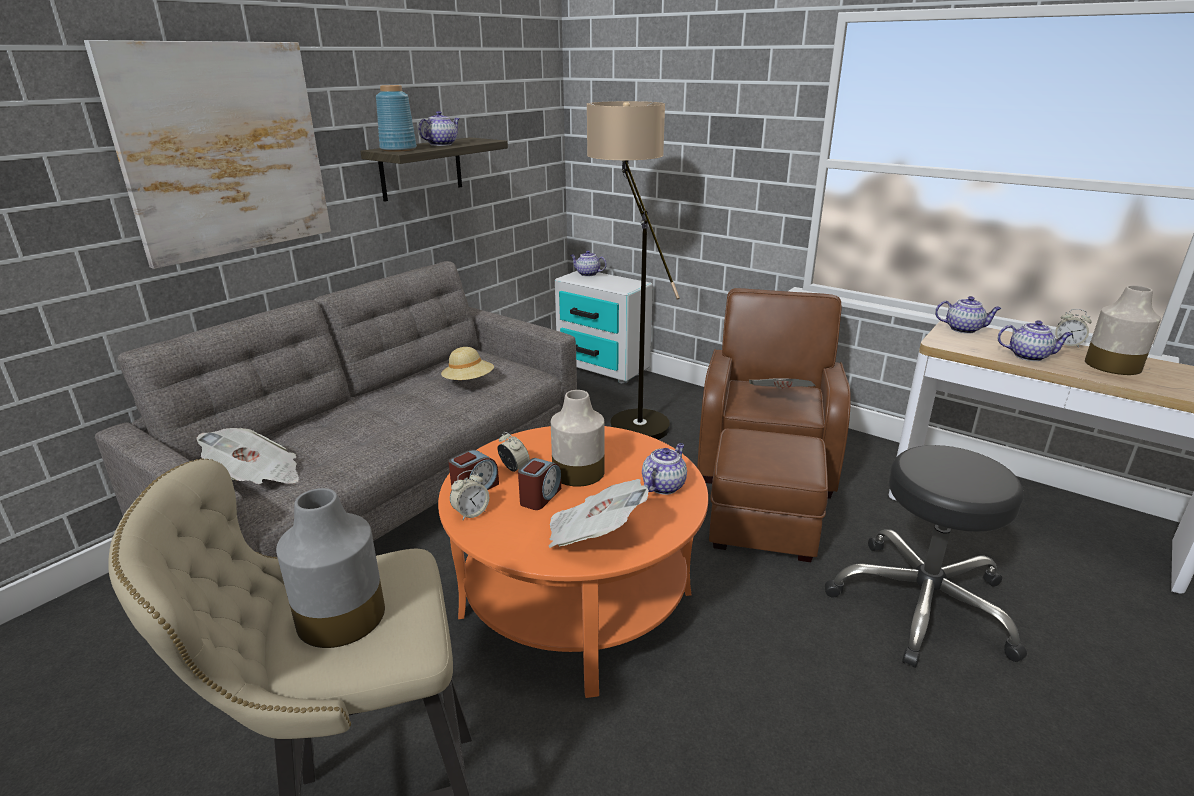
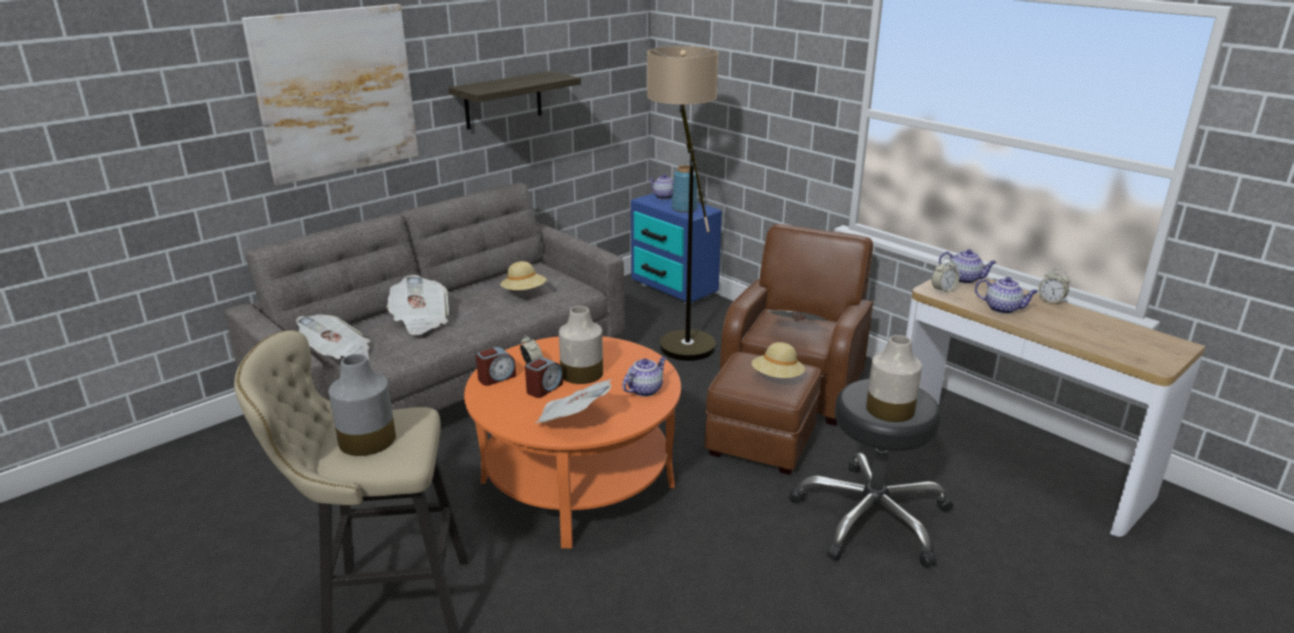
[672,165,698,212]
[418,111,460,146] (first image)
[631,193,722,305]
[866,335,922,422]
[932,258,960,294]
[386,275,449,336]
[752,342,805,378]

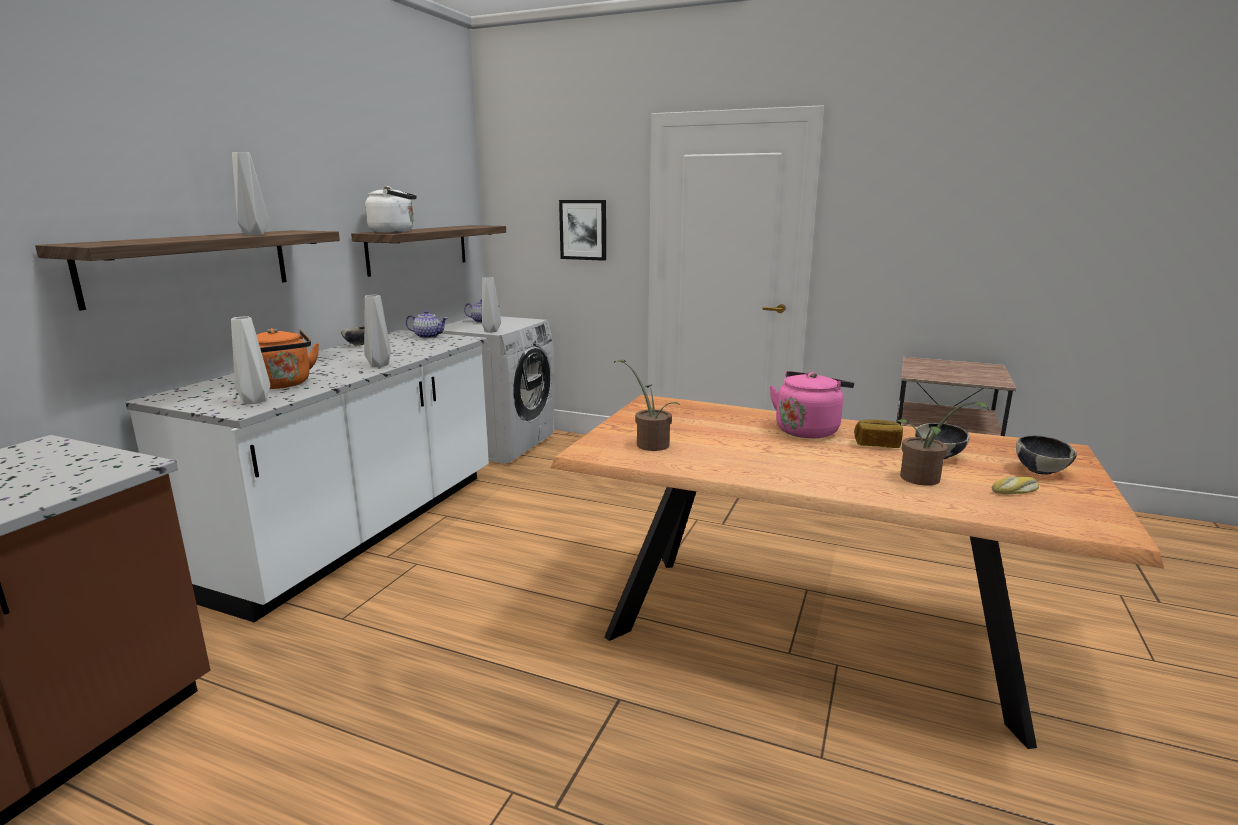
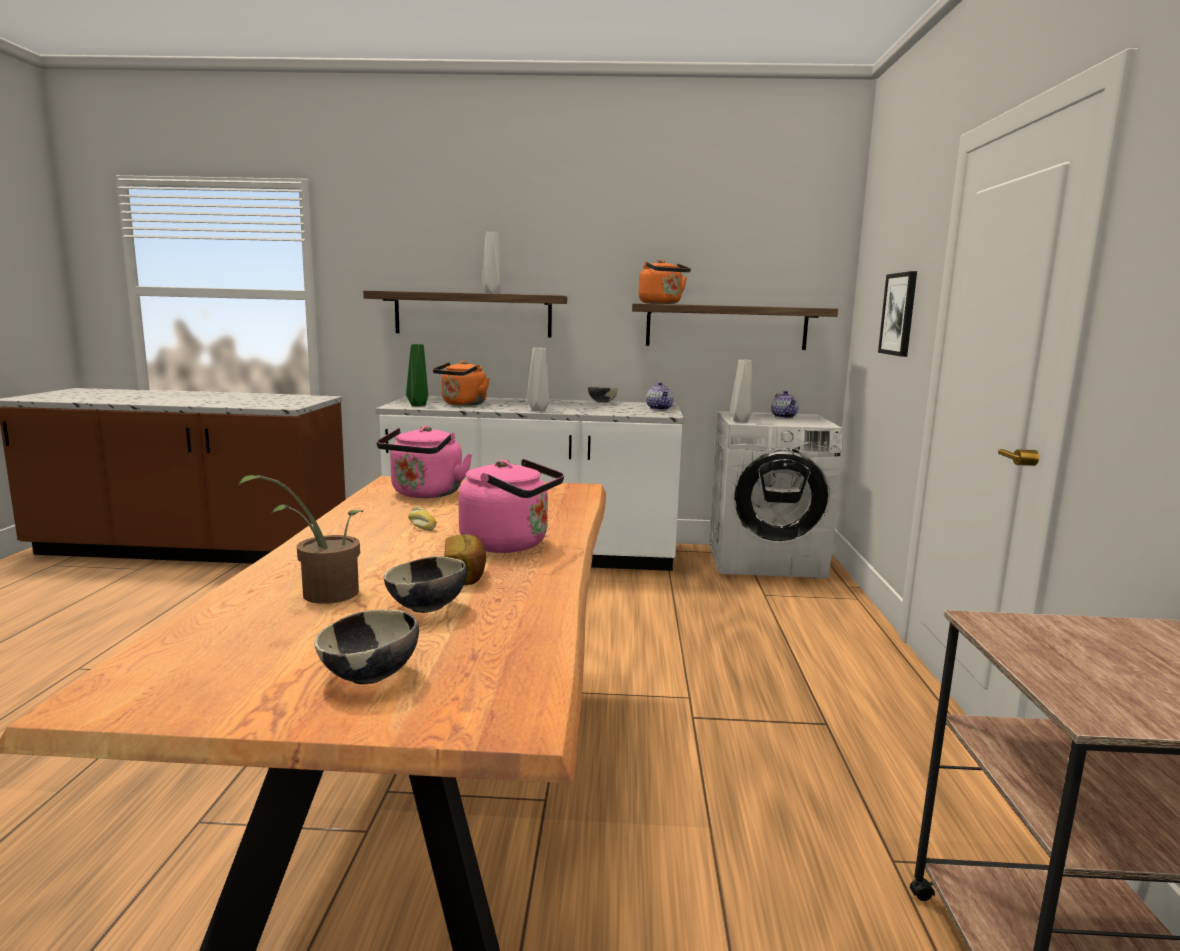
[638,260,691,304]
[406,344,428,406]
[377,426,473,498]
[408,506,437,531]

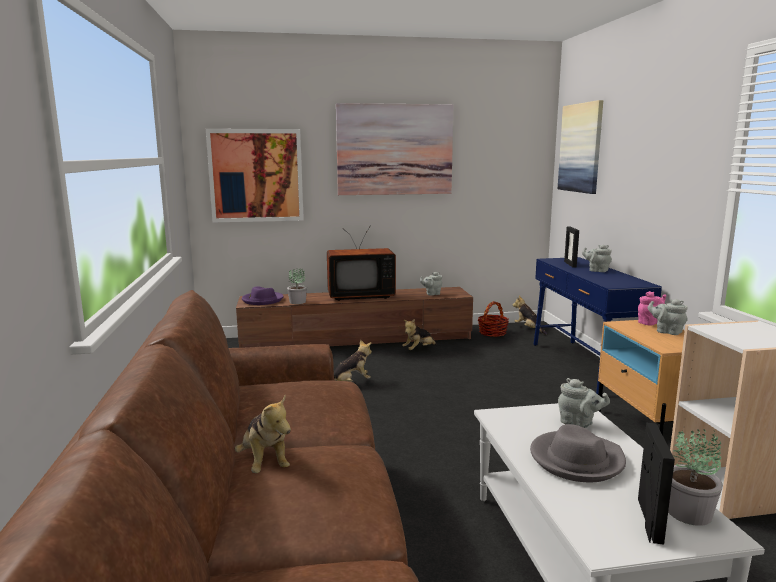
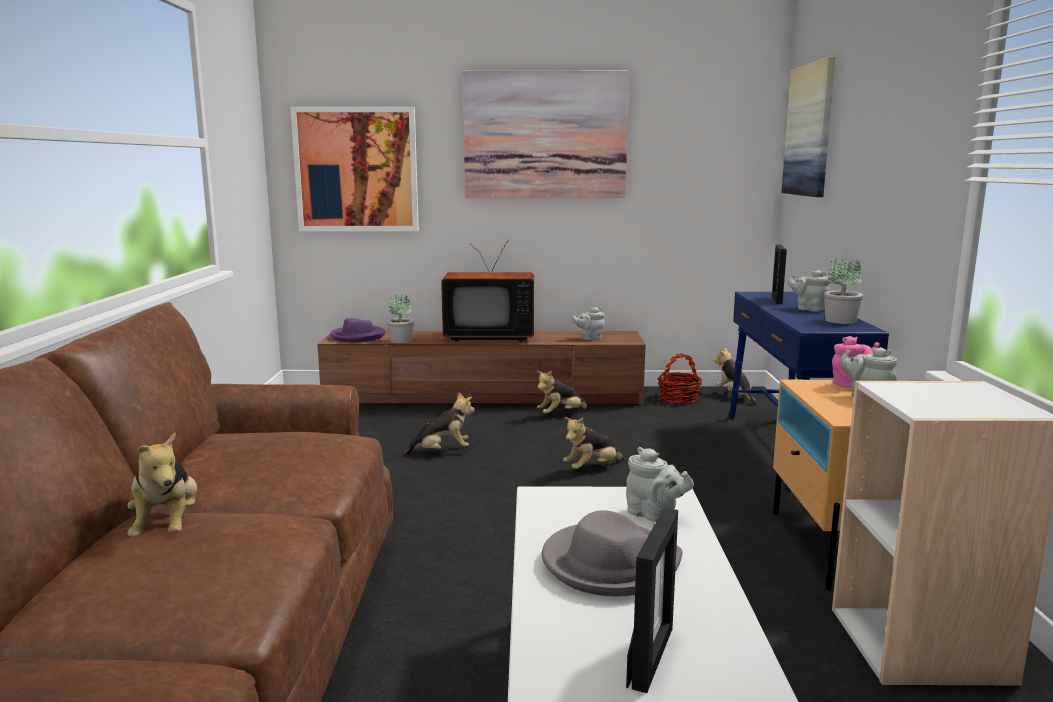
[824,258,863,324]
[563,417,624,469]

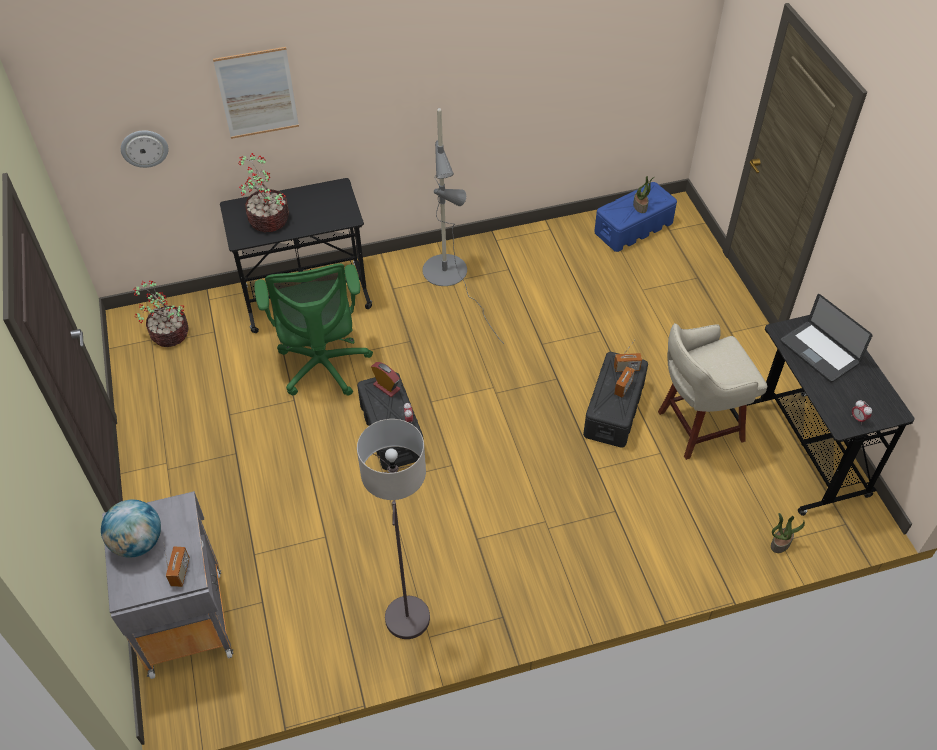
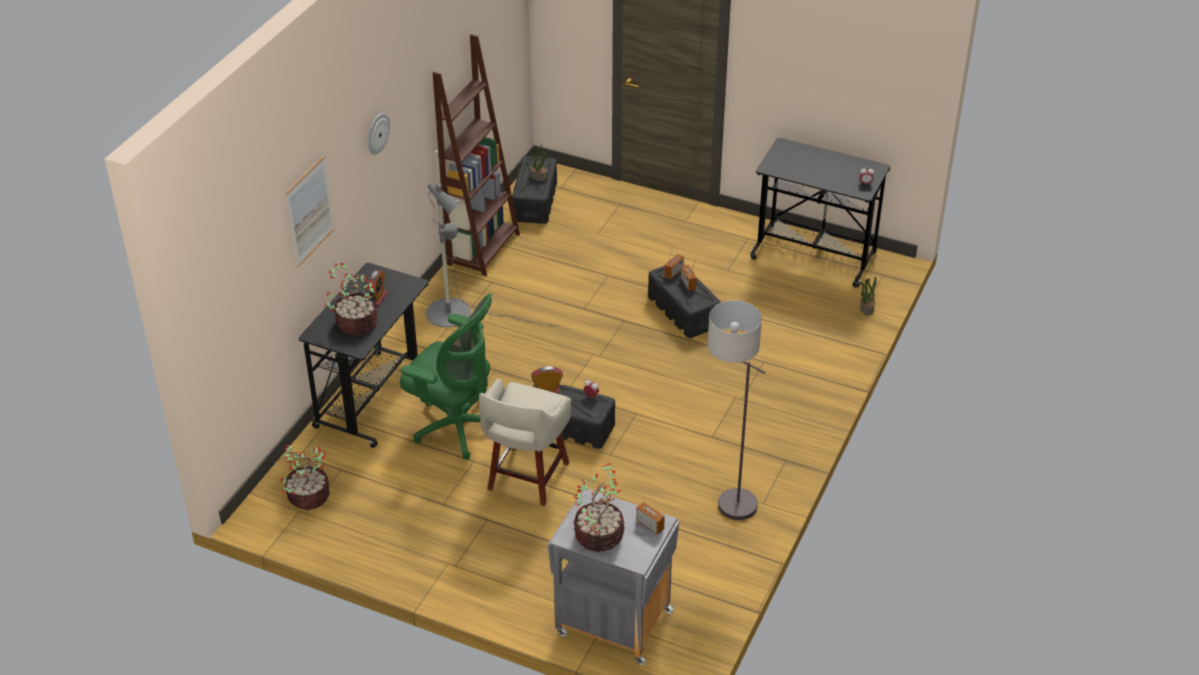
[367,113,390,155]
[512,156,557,224]
[780,294,872,383] (first image)
[479,378,571,506]
[573,463,624,552]
[433,34,520,276]
[366,270,388,306]

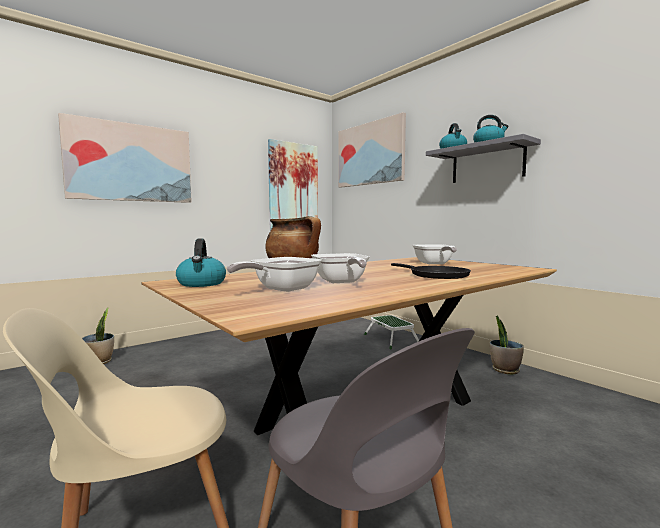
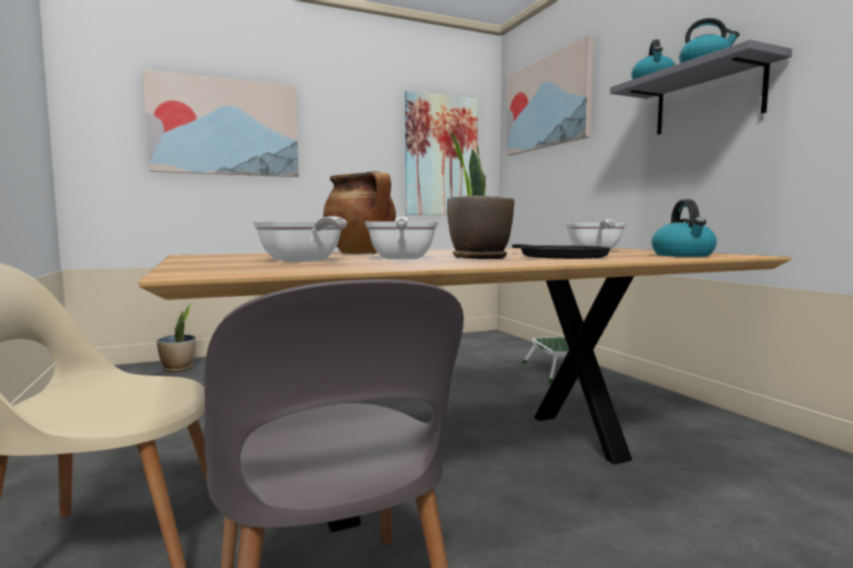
[651,199,717,257]
[253,217,347,262]
[447,132,515,259]

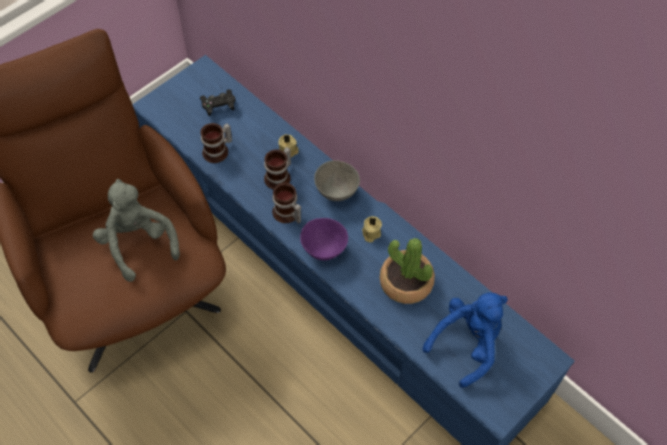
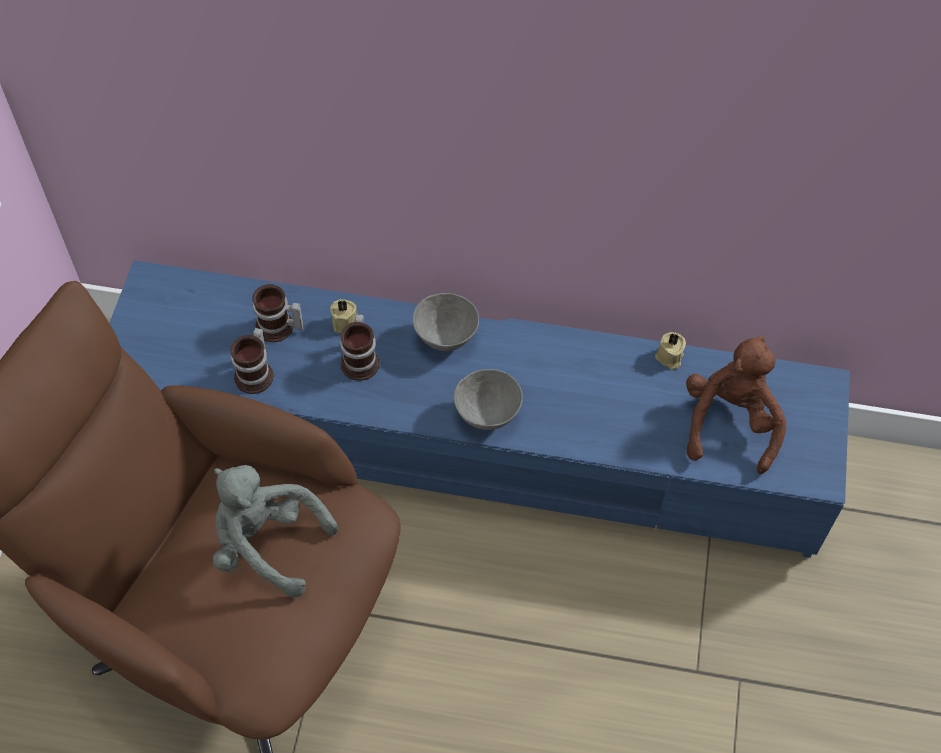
[200,89,235,116] (first image)
[252,284,304,342]
[655,332,686,370]
[454,369,523,430]
[380,238,435,304] (first image)
[686,335,786,474]

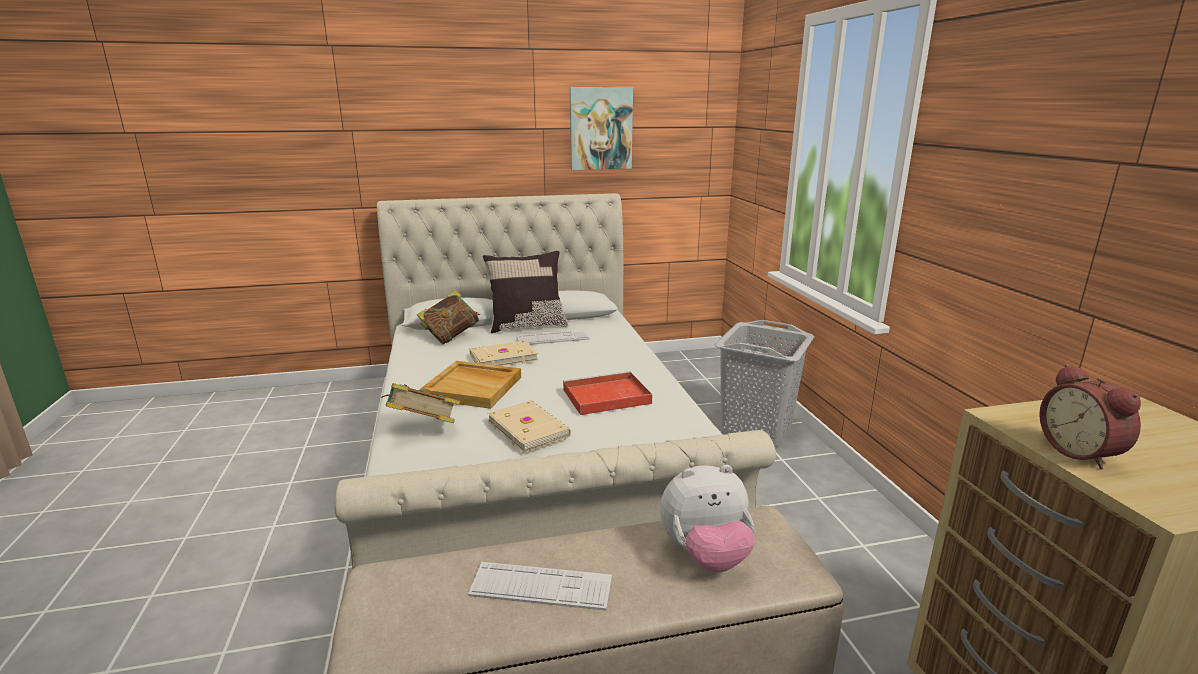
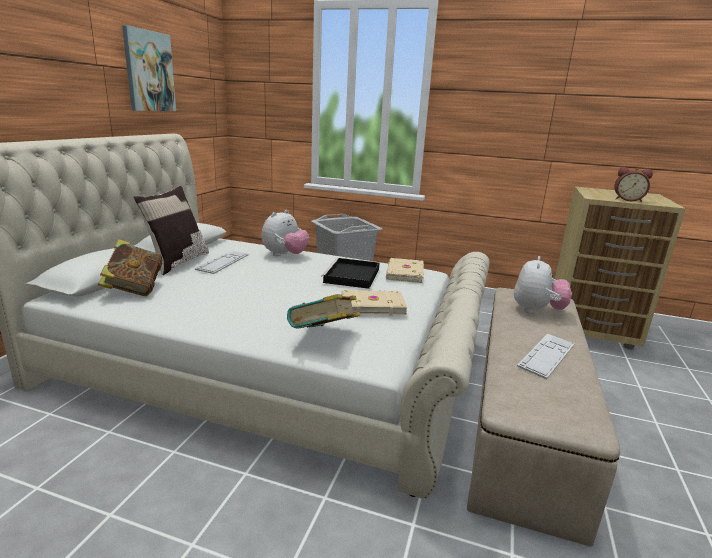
[386,258,424,283]
[419,361,521,409] (first image)
[321,258,379,289]
[262,210,309,256]

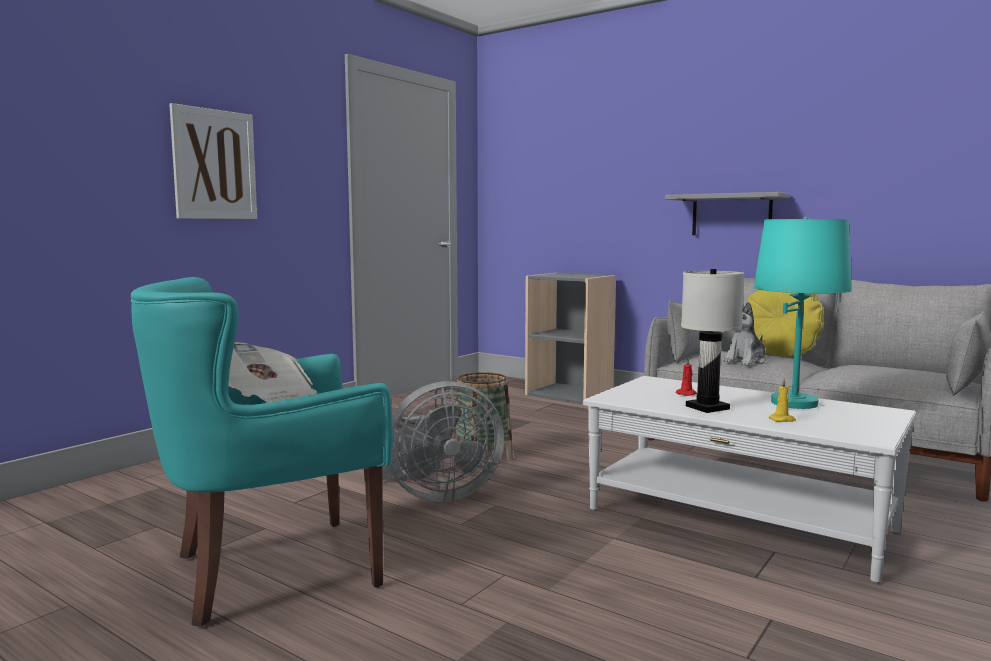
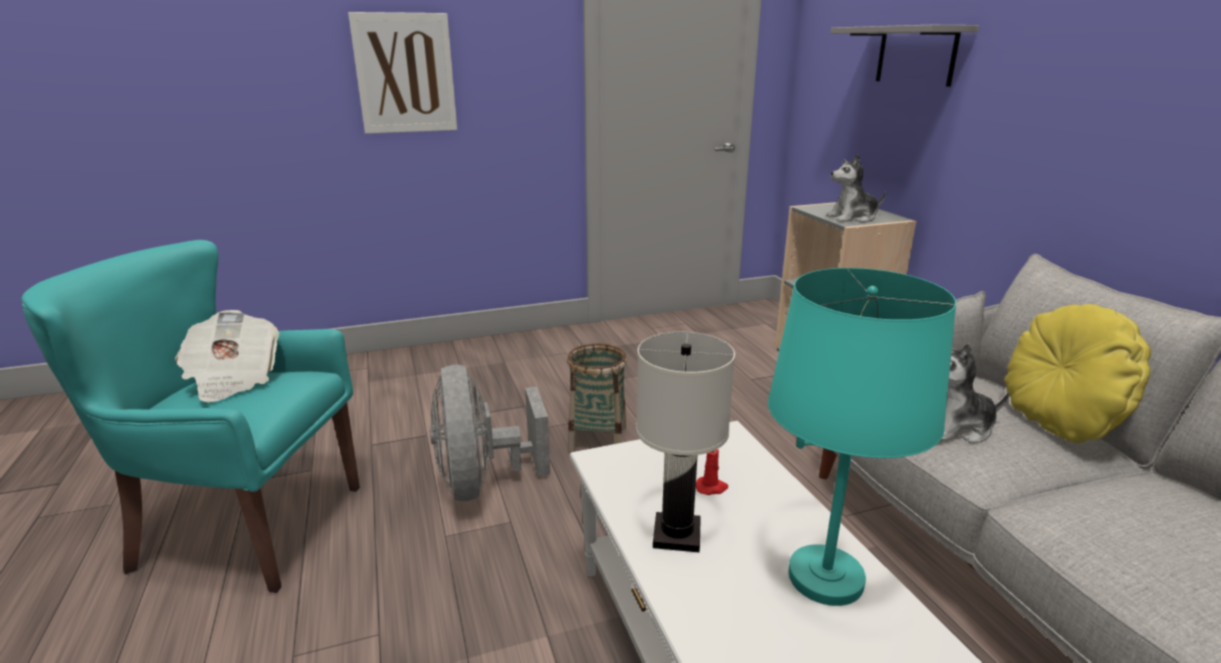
[830,25,979,87]
[769,378,796,422] (first image)
[430,365,550,501]
[826,154,886,223]

